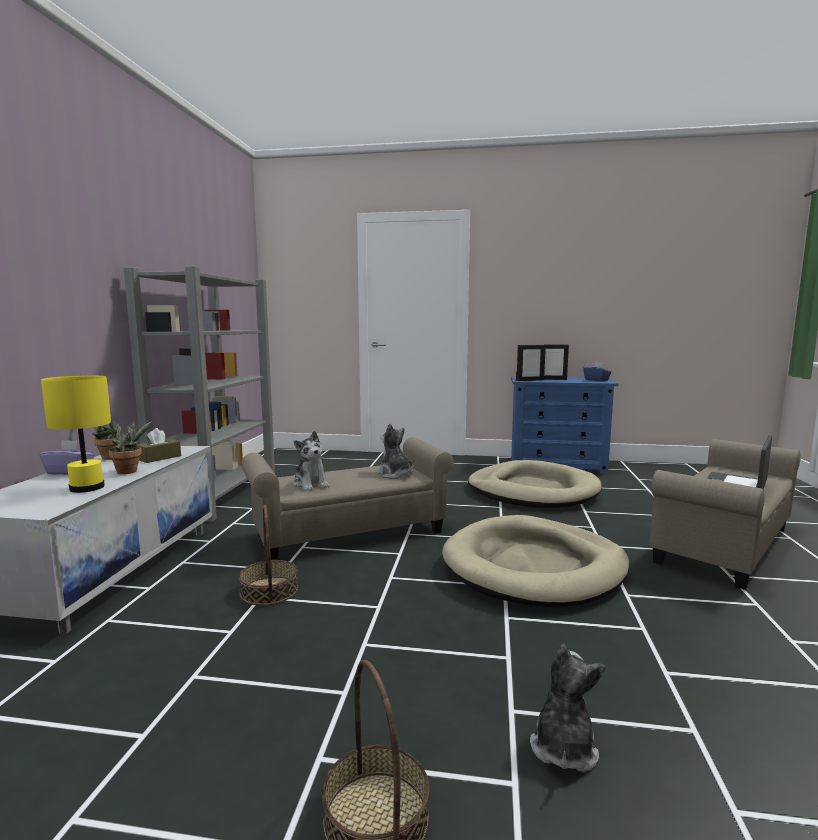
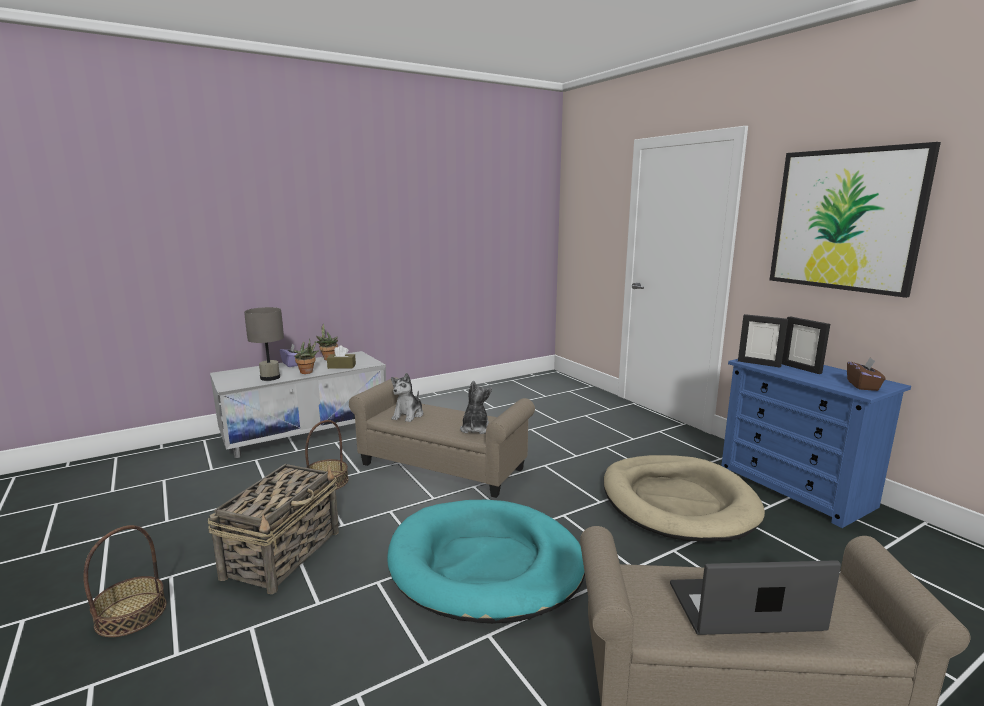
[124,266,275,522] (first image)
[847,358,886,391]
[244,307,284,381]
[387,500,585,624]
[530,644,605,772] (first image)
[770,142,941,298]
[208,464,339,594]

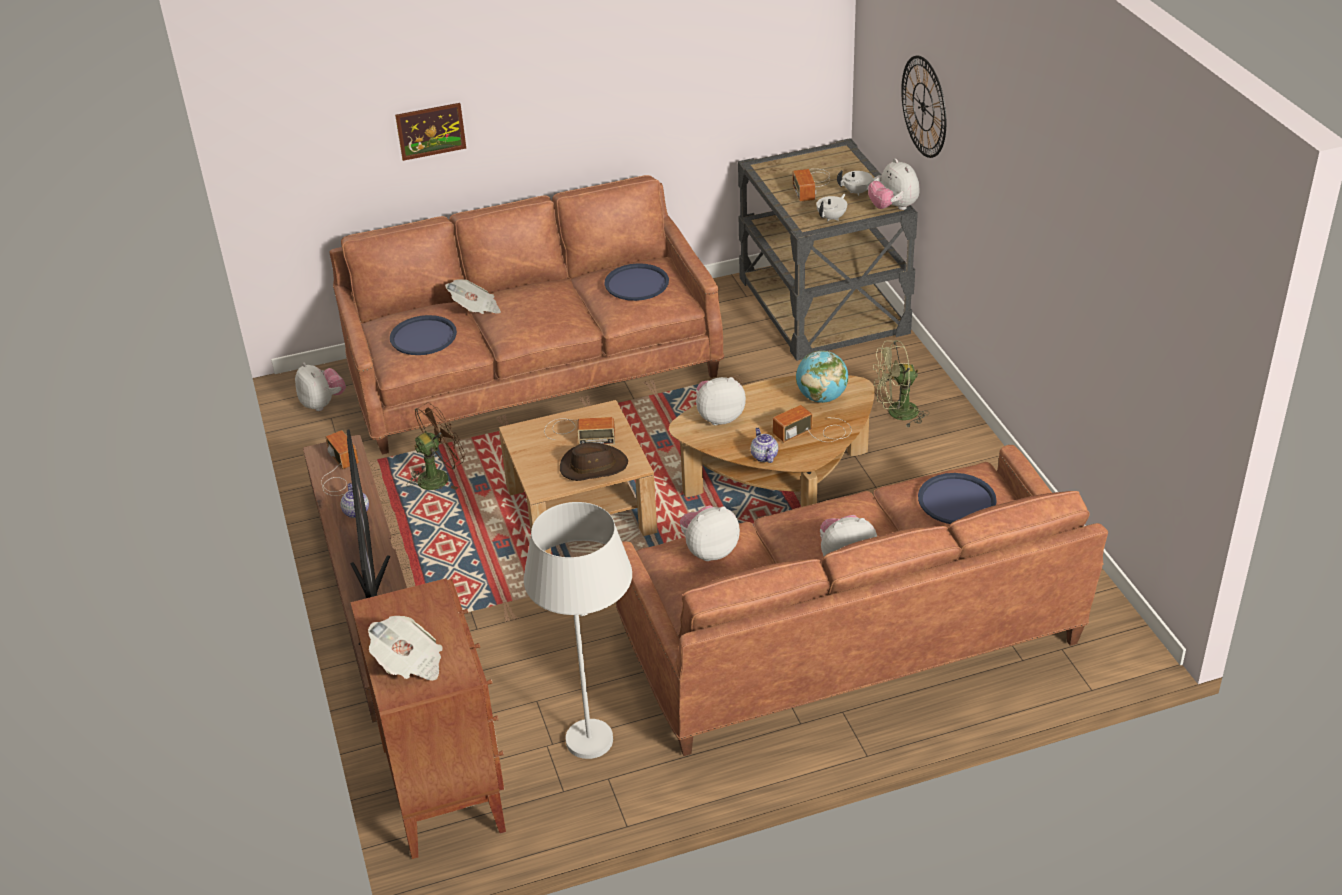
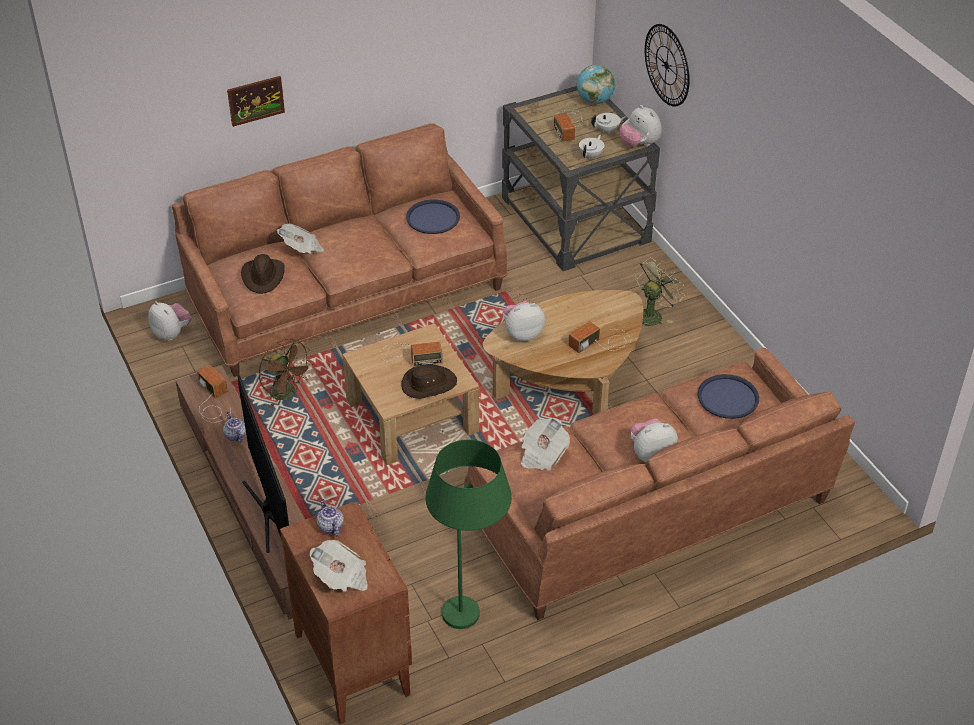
[241,254,285,294]
[635,257,684,326]
[577,65,615,104]
[259,338,312,408]
[317,499,344,536]
[426,440,512,629]
[521,418,570,471]

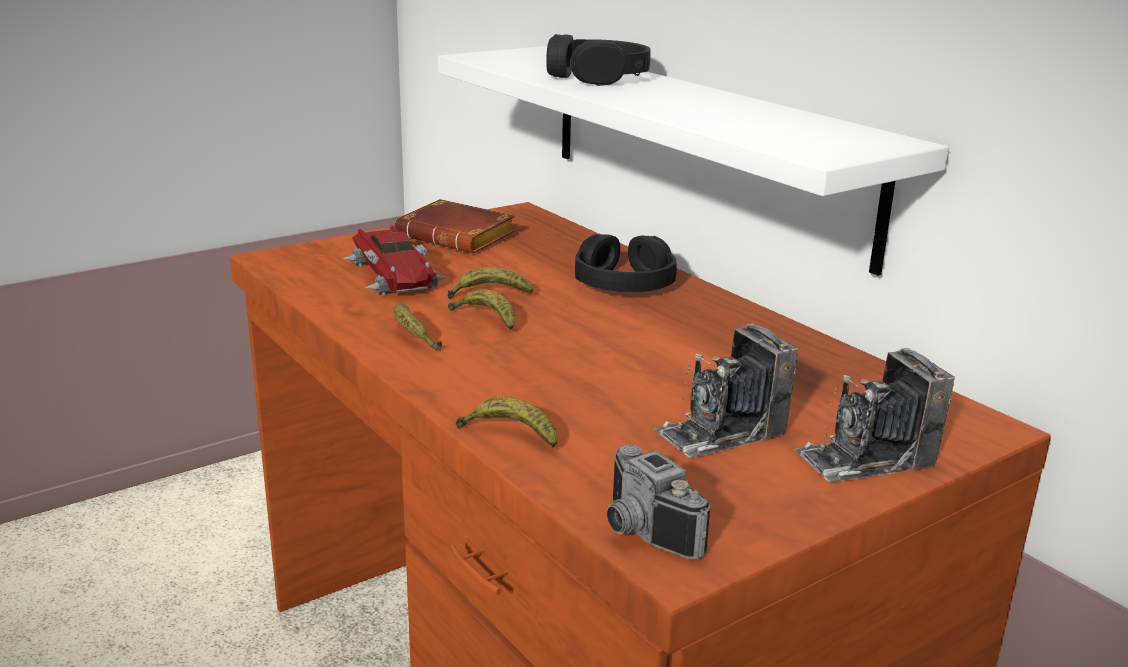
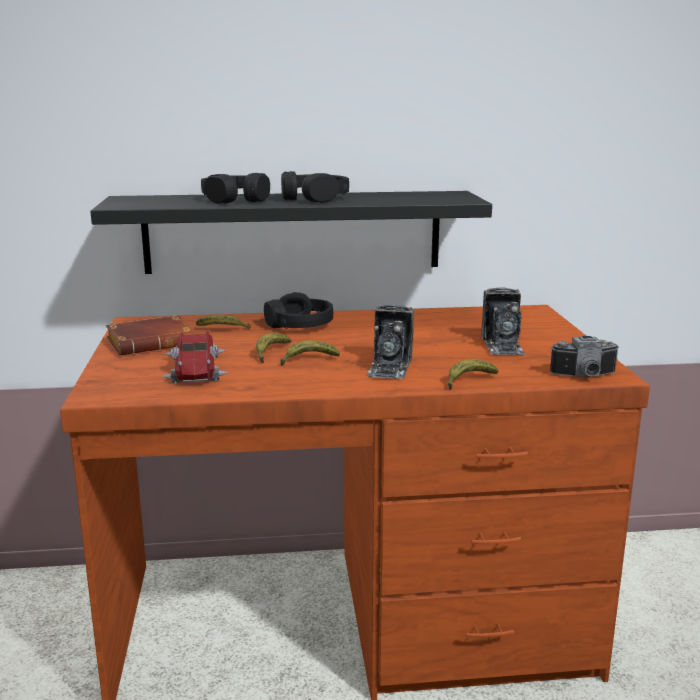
[90,191,492,274]
[161,331,229,384]
[196,315,251,329]
[366,304,415,379]
[281,171,349,203]

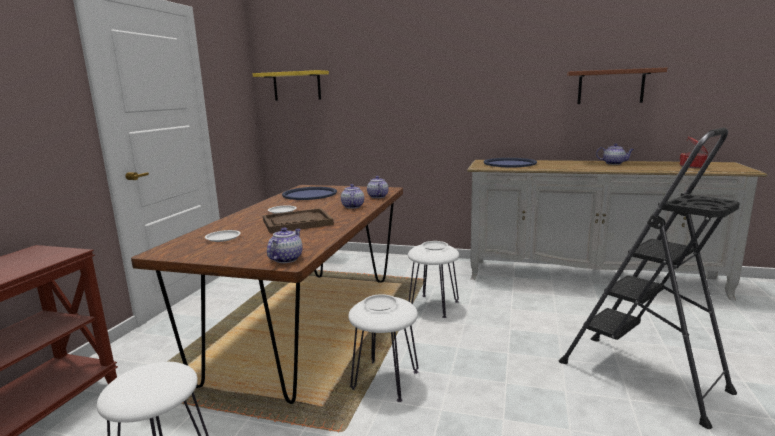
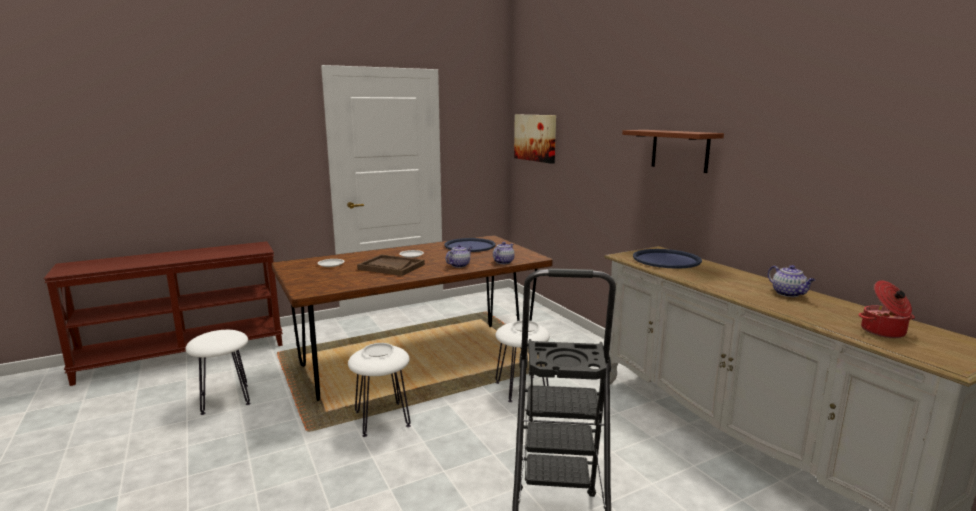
[622,130,724,173]
[514,115,556,164]
[267,227,302,263] (first image)

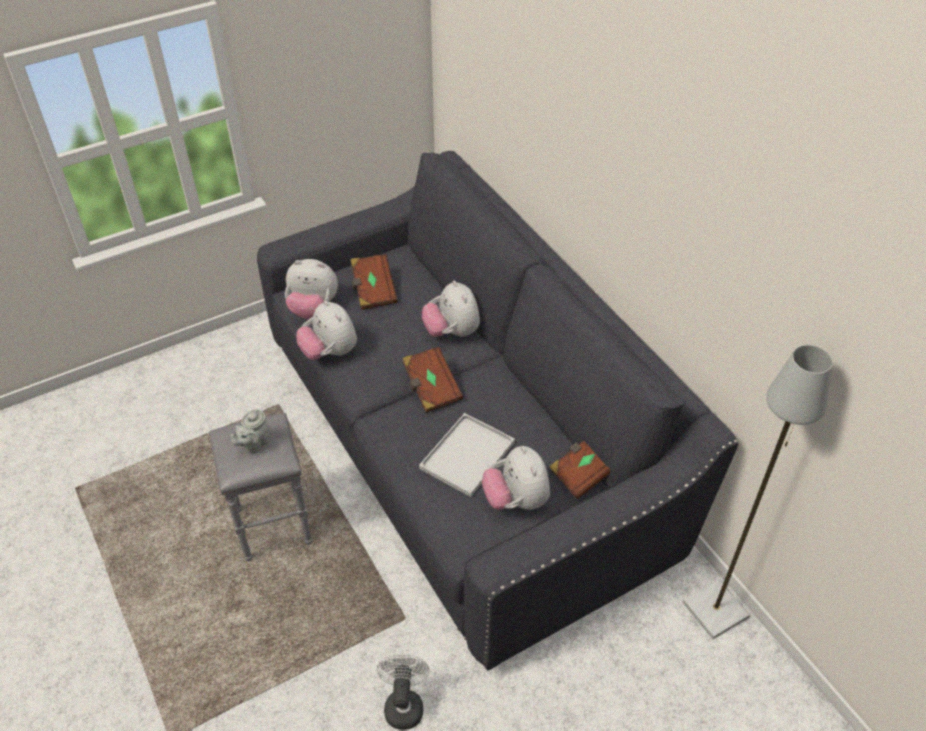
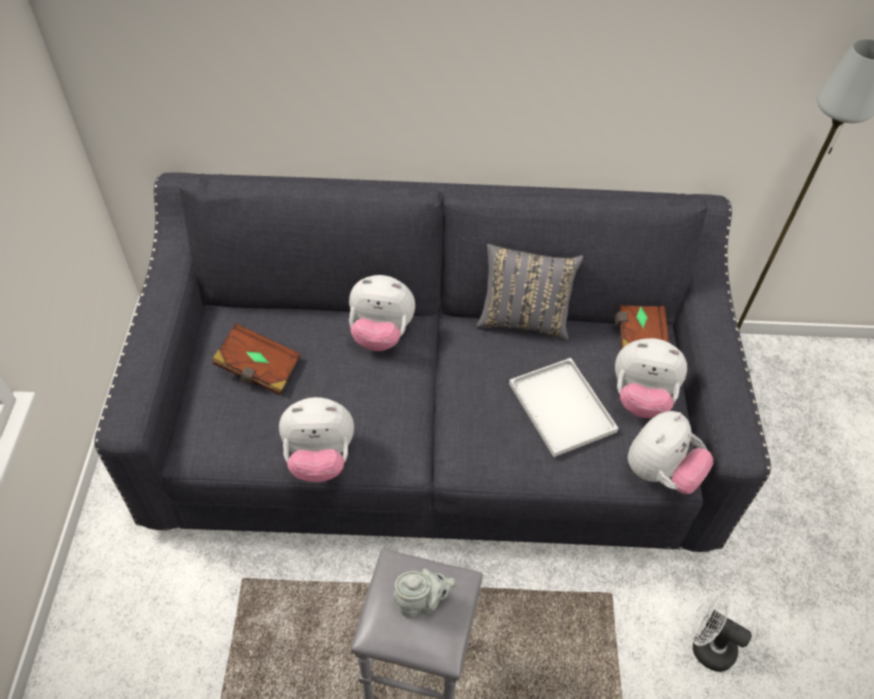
[628,411,713,494]
[403,346,463,412] (first image)
[393,568,457,618]
[476,244,583,340]

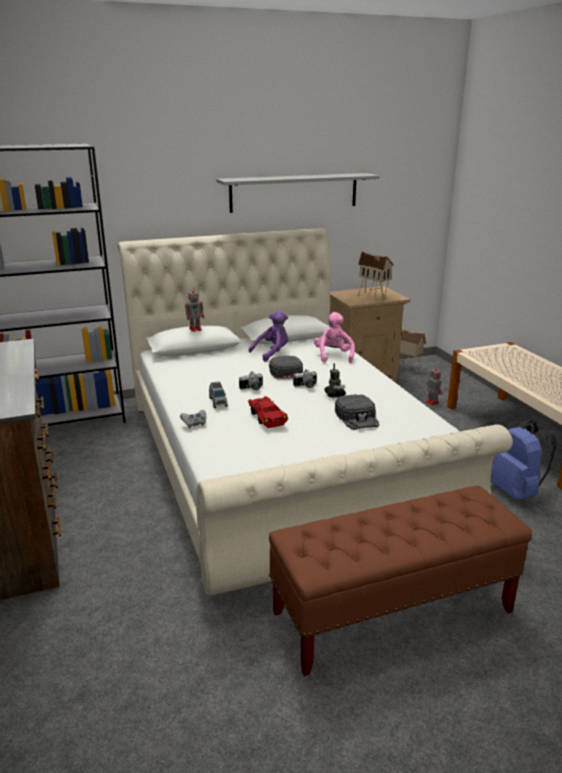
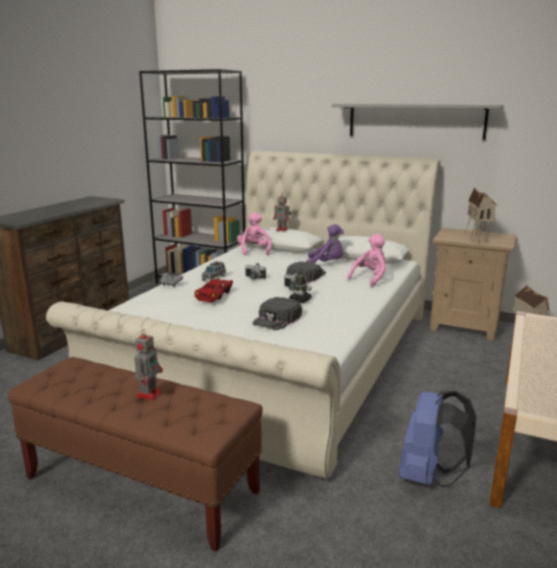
[134,330,163,401]
[237,212,272,255]

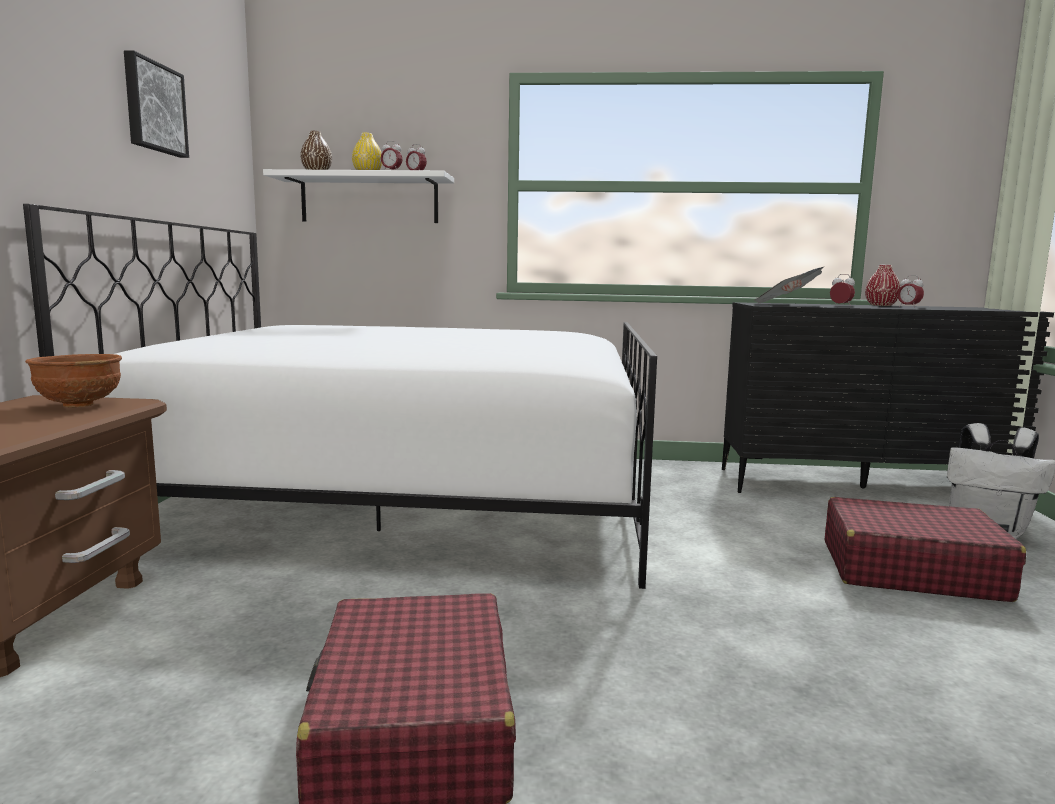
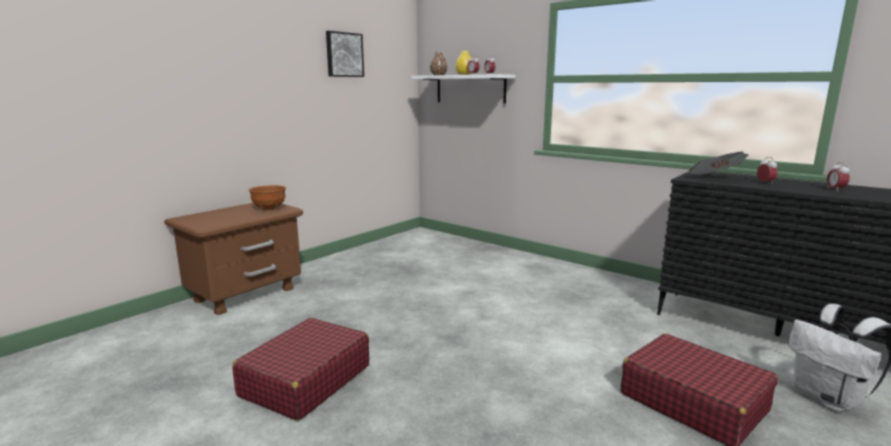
[23,204,657,589] (first image)
[865,265,901,306] (first image)

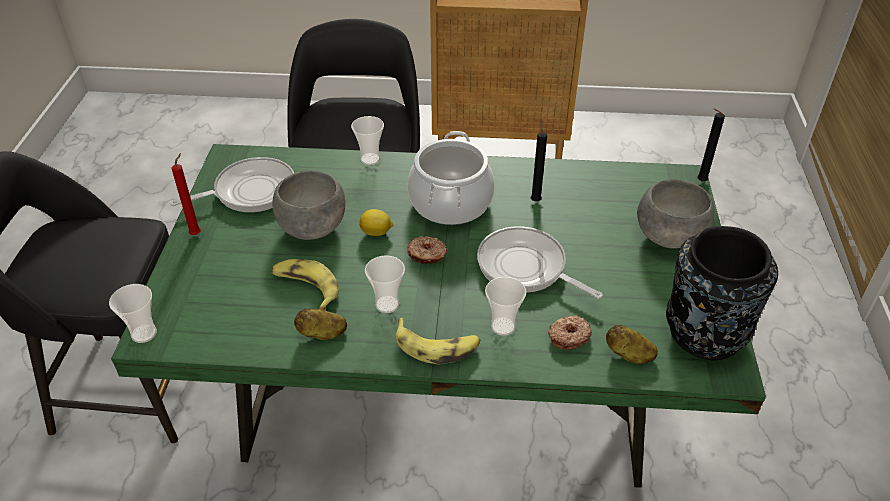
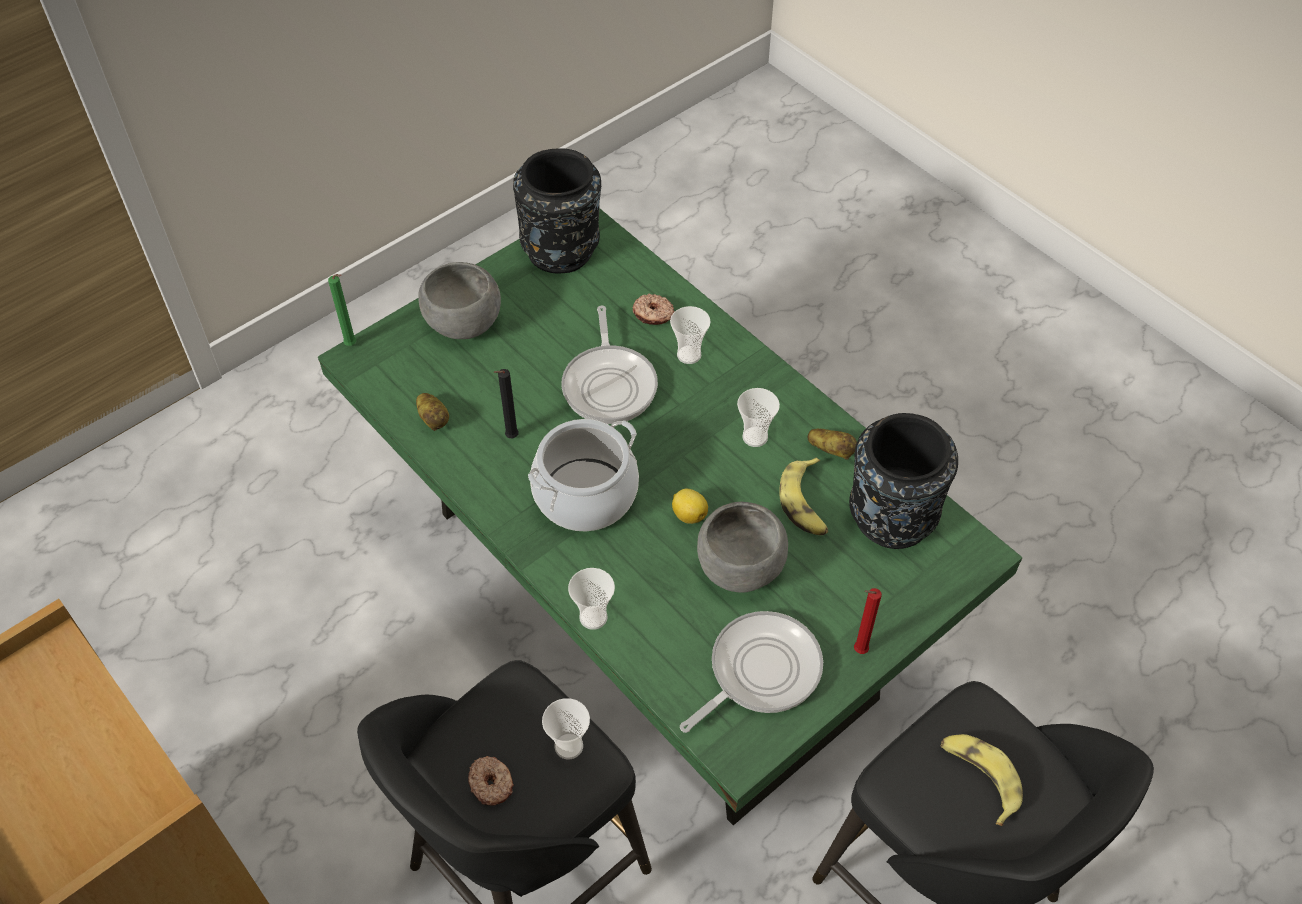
[328,274,356,346]
[680,611,823,733]
[468,756,514,806]
[542,698,590,759]
[940,734,1023,826]
[416,393,449,431]
[849,413,958,549]

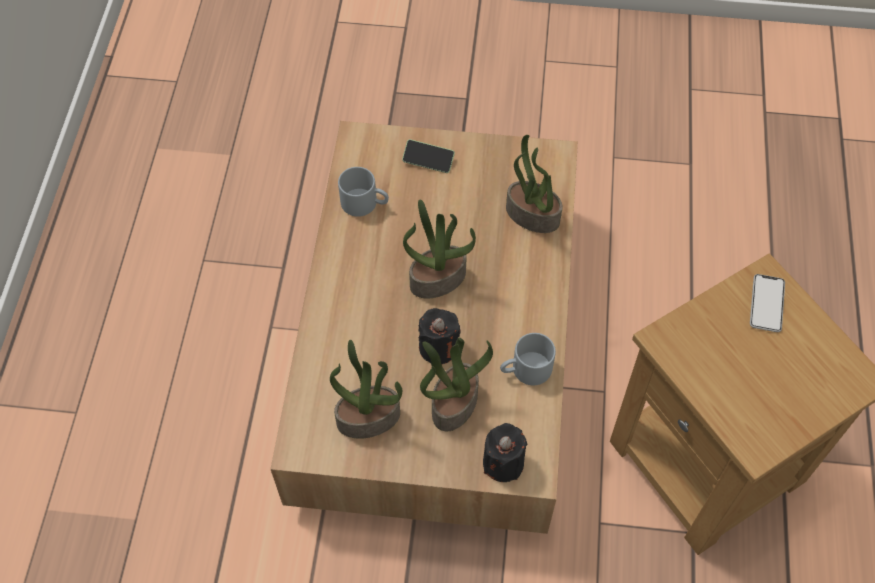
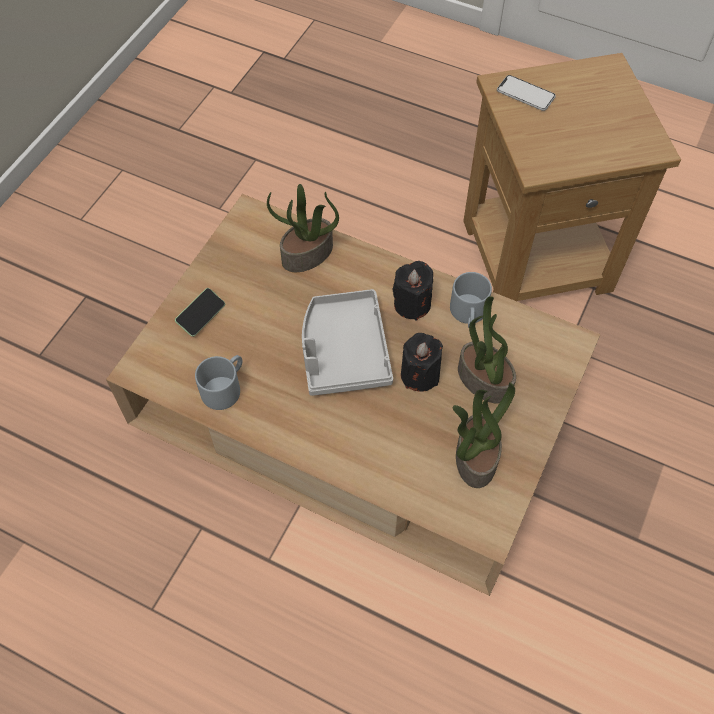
[302,289,393,396]
[393,261,433,320]

